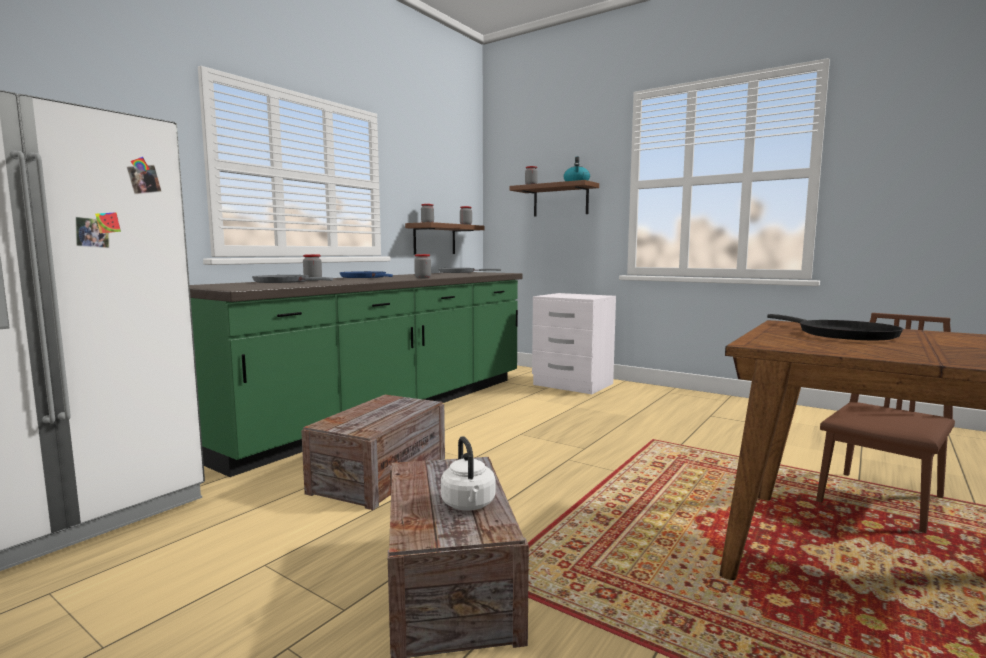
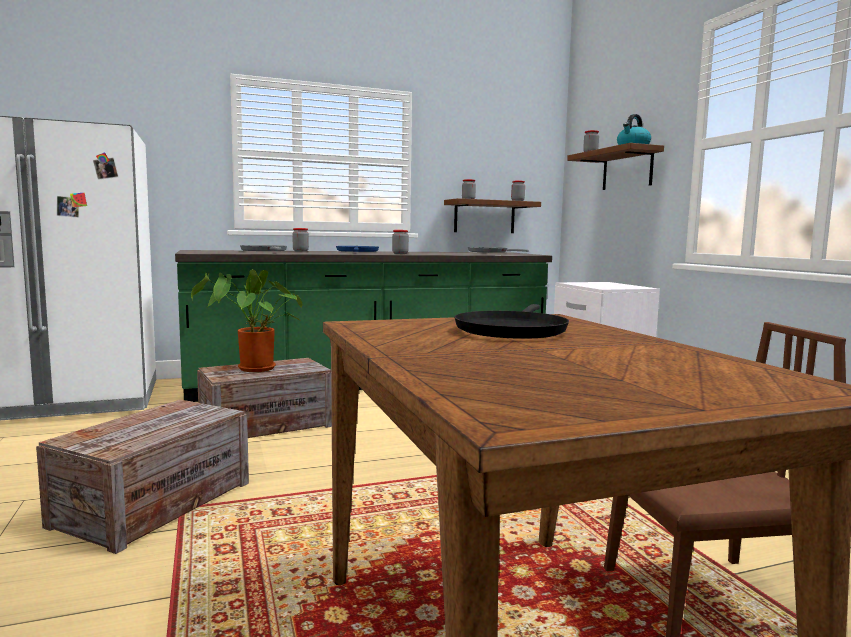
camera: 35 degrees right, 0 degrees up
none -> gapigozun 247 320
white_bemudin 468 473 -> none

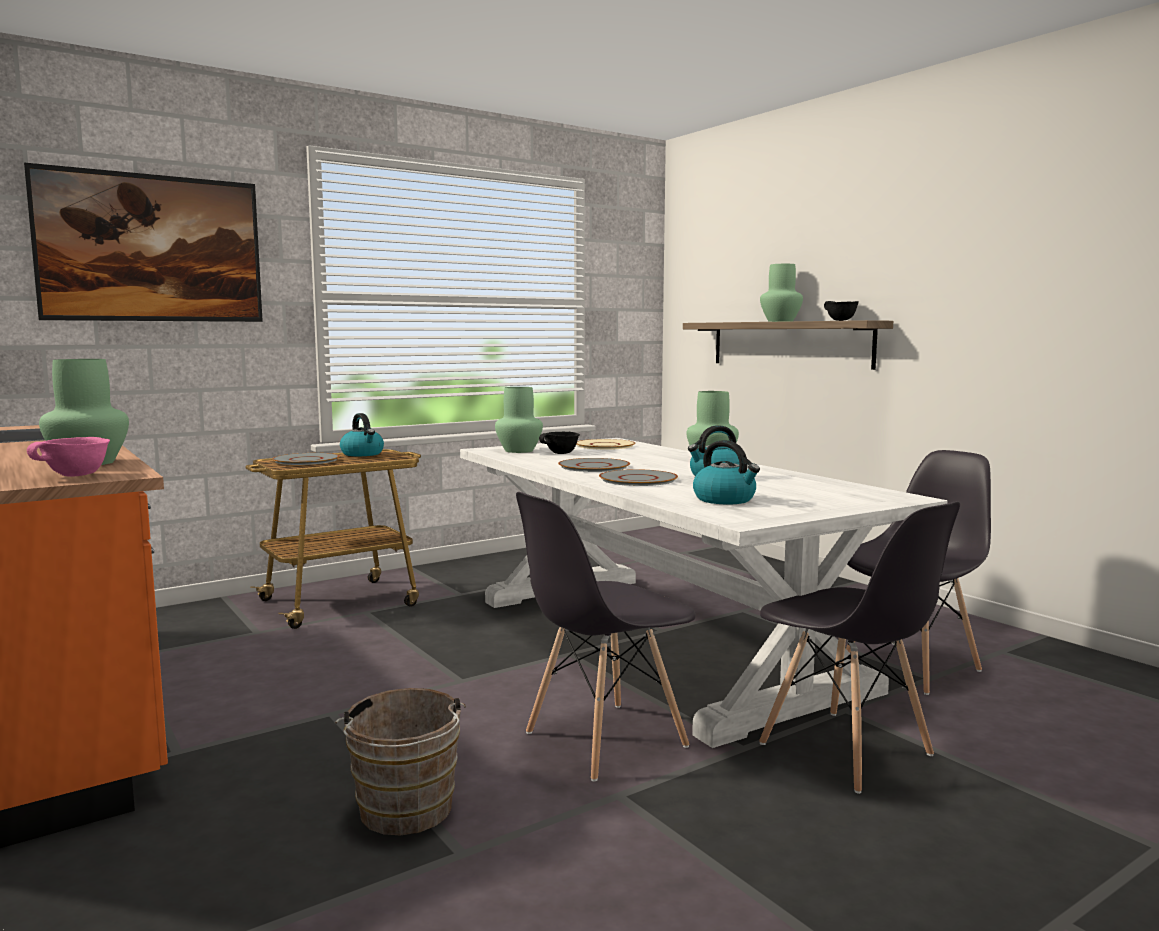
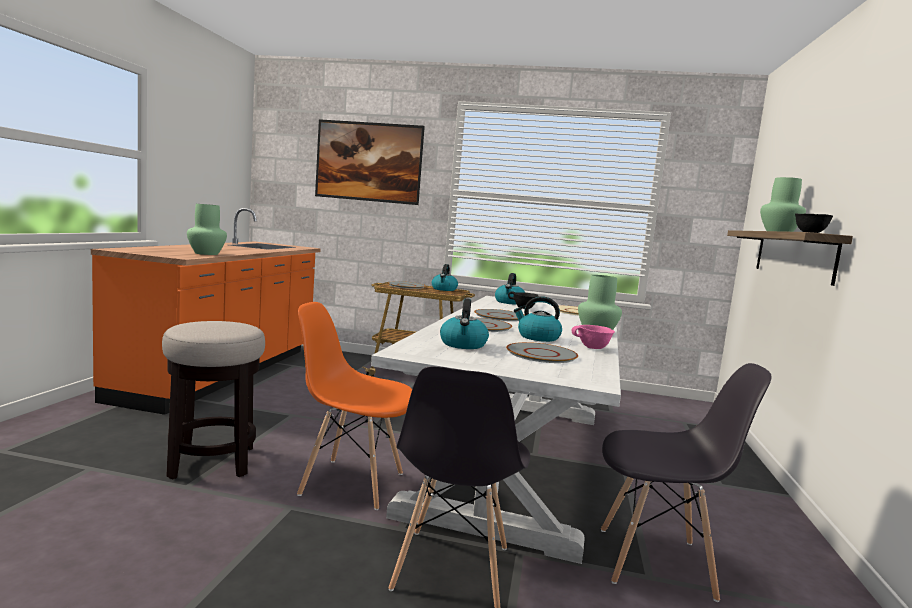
camera: 45 degrees right, 0 degrees up
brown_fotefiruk 400 761 -> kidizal 213 400
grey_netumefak 605 637 -> orange_netumefak 354 406
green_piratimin 519 420 -> bemudin 510 289
none -> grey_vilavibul 542 352
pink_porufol 68 456 -> pink_porufol 593 337, shifted

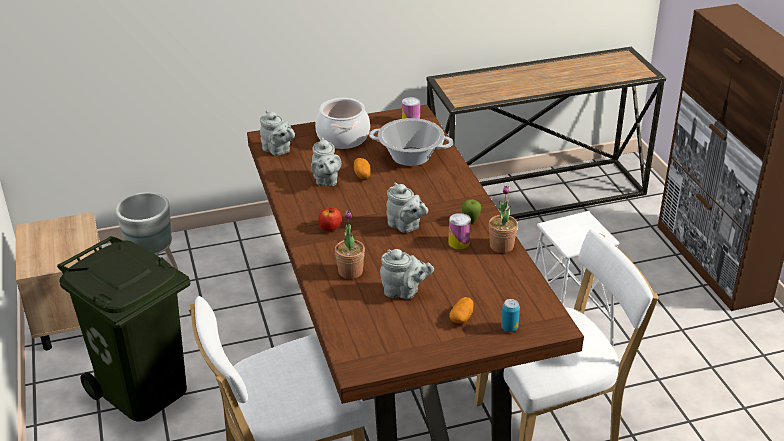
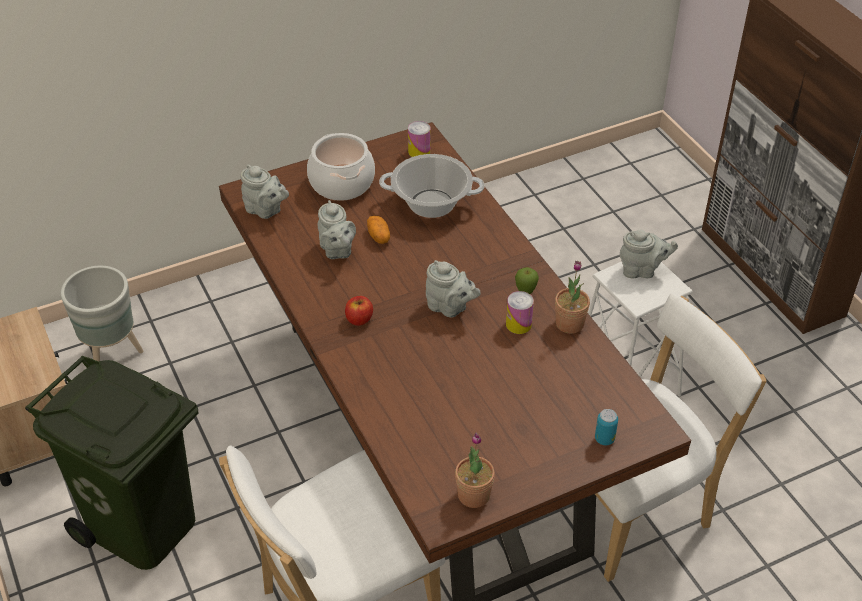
camera: 10 degrees left, 10 degrees up
gapigozun 350 244 -> gapigozun 475 470, shifted
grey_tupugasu 407 274 -> grey_tupugasu 649 254, shifted
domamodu 546 133 -> none
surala 461 310 -> none

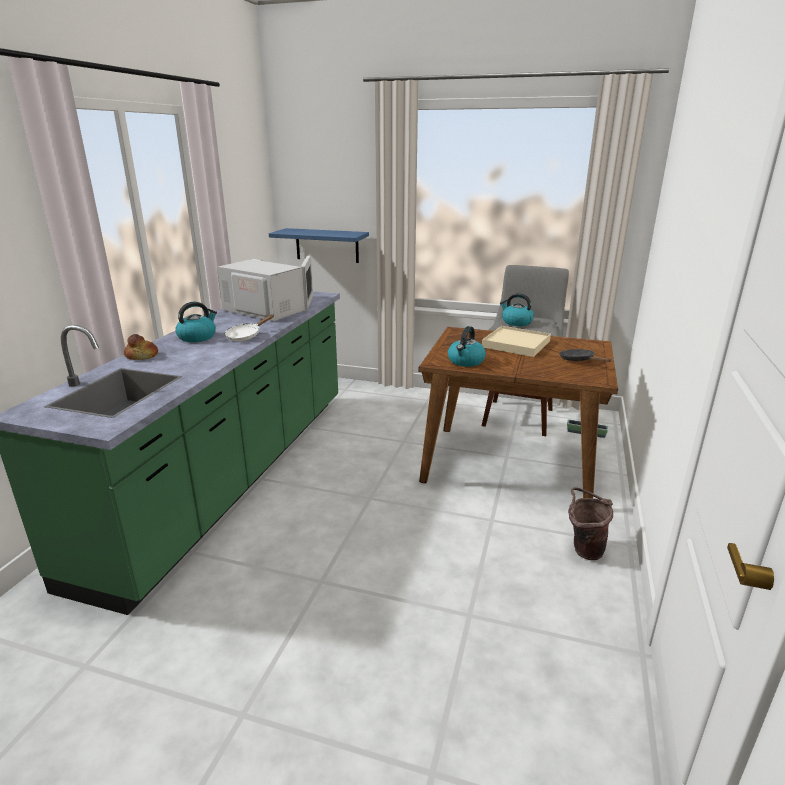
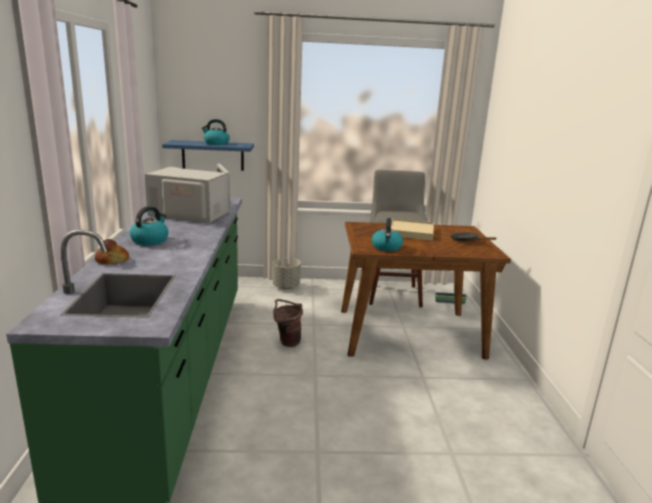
camera: 20 degrees left, 5 degrees down
bemudin 517 309 -> bemudin 216 132, shifted
none -> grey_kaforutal 286 273
brown_fotefiruk 590 523 -> brown_fotefiruk 288 323, shifted
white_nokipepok 249 328 -> none

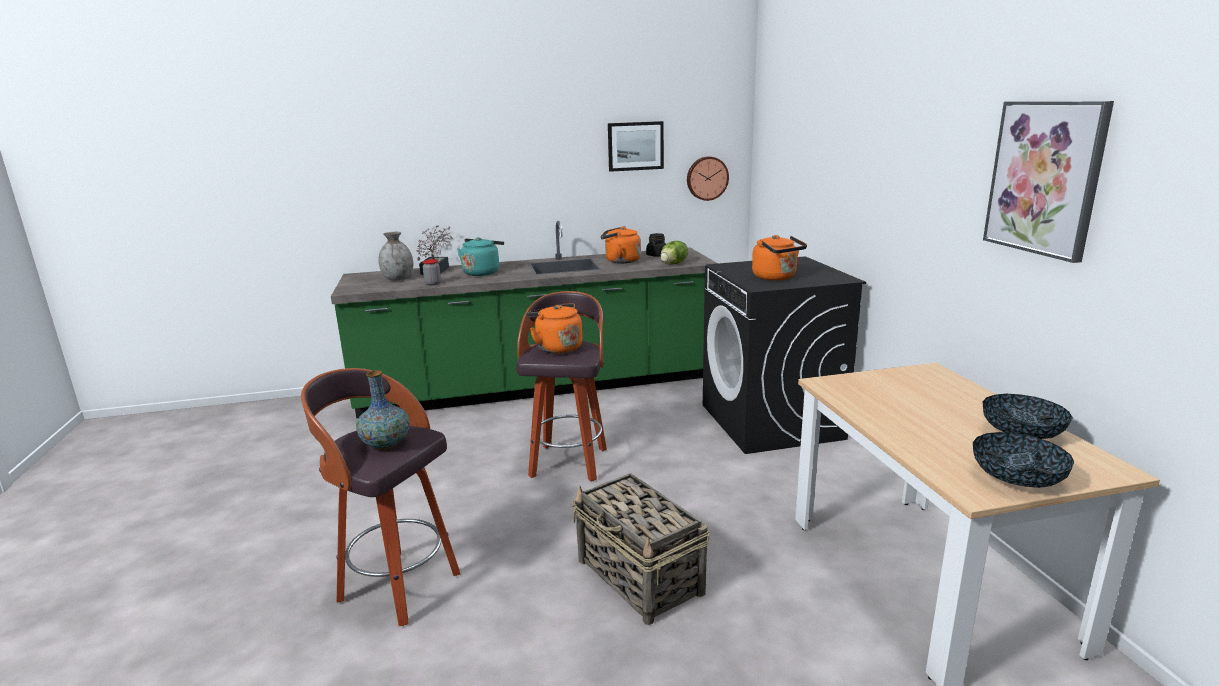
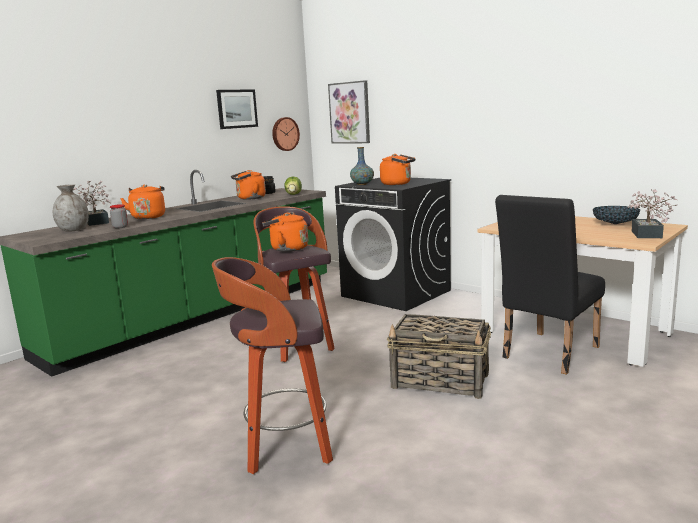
camera: 35 degrees left, 5 degrees down
turquoise_bemudin 480 256 -> orange_bemudin 142 202
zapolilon 1048 182 -> zapolilon 349 112, shifted
piratimin 383 409 -> piratimin 362 166, shifted
none -> black_netumefak 550 285
porufol 1023 460 -> gapigozun 652 213

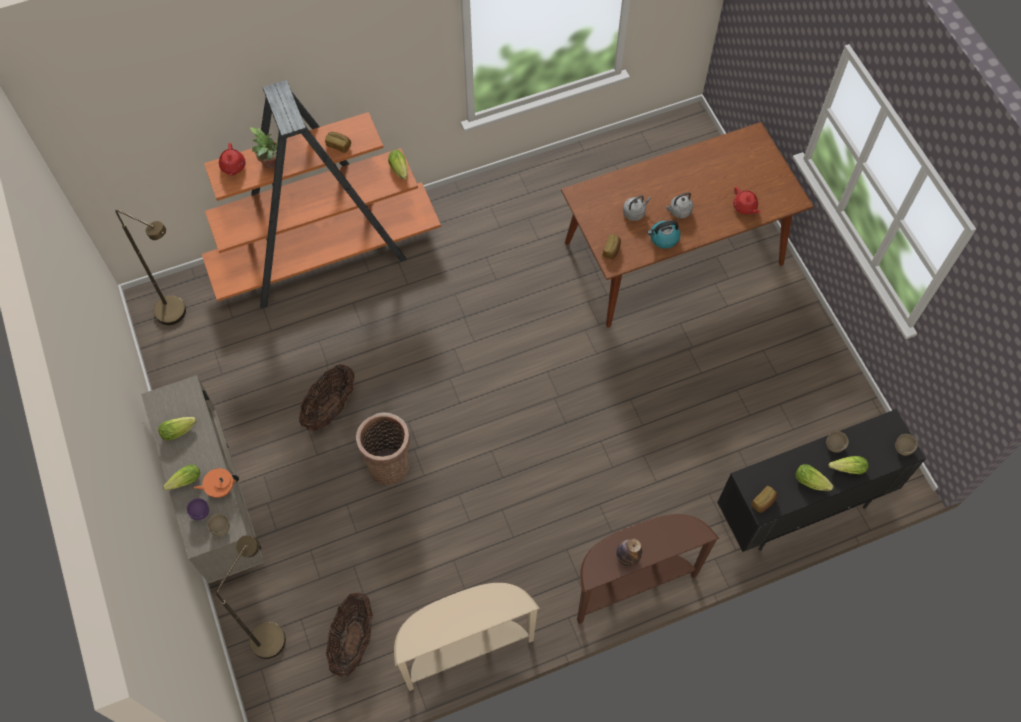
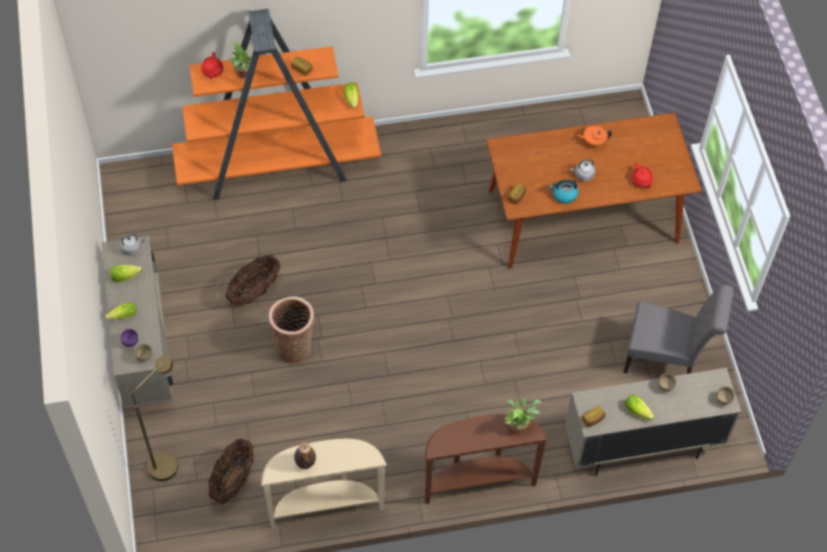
camera: 10 degrees right, 5 degrees down
grey_bemudin 637 208 -> grey_bemudin 133 245, shifted
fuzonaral 629 552 -> fuzonaral 305 455, shifted
none -> gapigozun 523 415
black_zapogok 821 480 -> beige_zapogok 653 421
orange_tupugasu 216 483 -> orange_tupugasu 594 136, shifted
none -> grey_netumefak 678 329
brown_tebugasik 150 267 -> none
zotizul 849 465 -> none

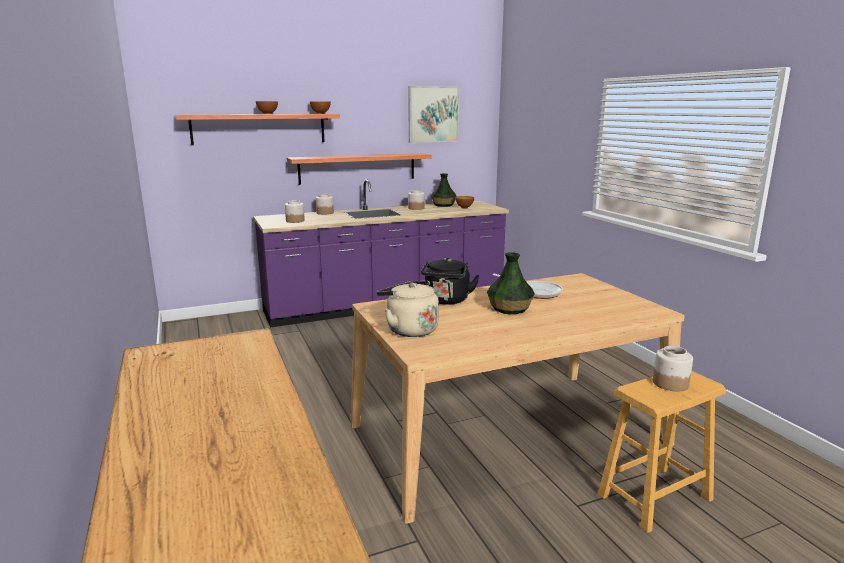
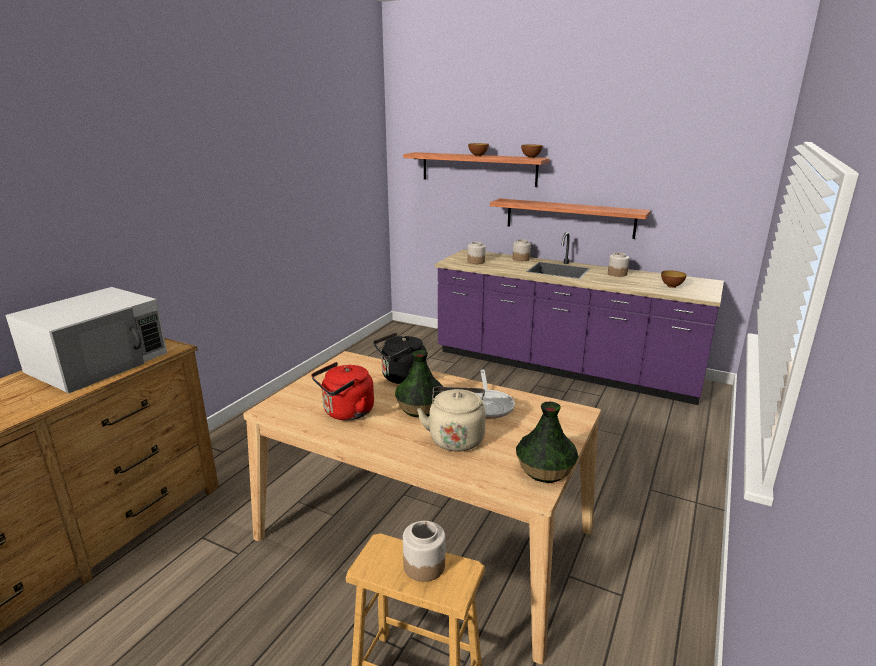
camera: 50 degrees right, 5 degrees up
none -> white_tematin 86 340
none -> red_bemudin 342 391
beige_bemudin 408 309 -> beige_bemudin 451 419, shifted
piratimin 444 190 -> piratimin 547 442, shifted
zapolilon 433 114 -> none

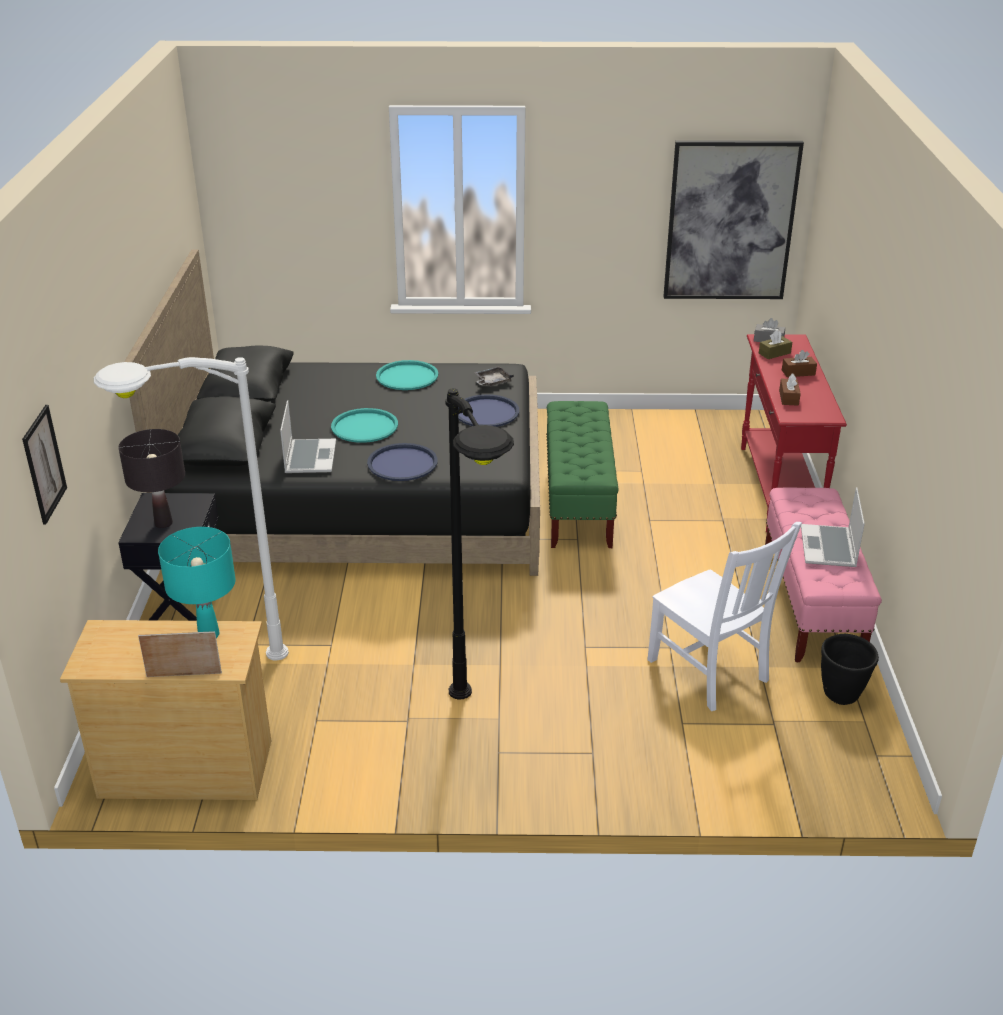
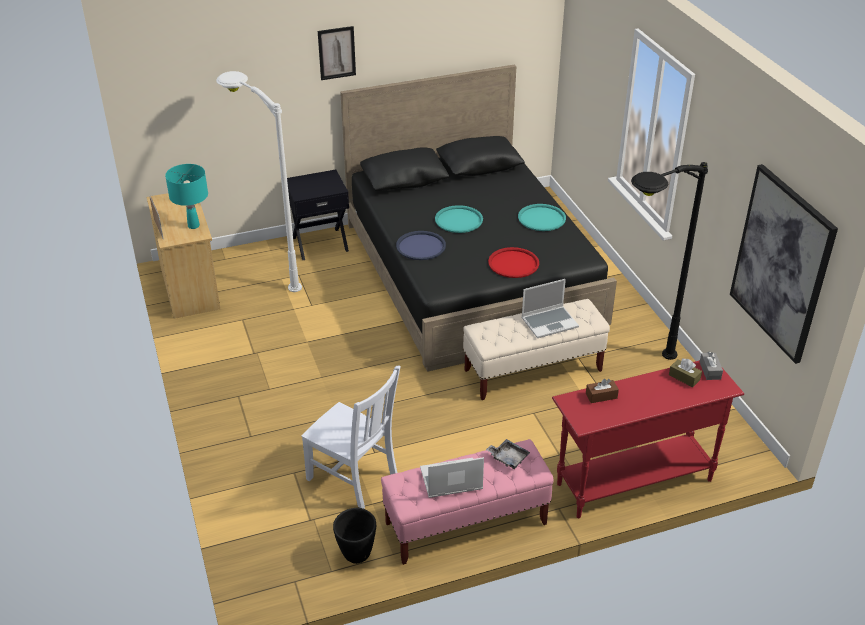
camera: 70 degrees right, 5 degrees up
white_netumefak 724 616 -> white_netumefak 351 437, 90 degrees counterclockwise
zapolilon 44 465 -> zapolilon 337 53, shifted
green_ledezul 582 474 -> beige_ledezul 536 349
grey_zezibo 494 376 -> grey_zezibo 508 454, shifted
blue_zezibo 488 410 -> red_zezibo 513 262
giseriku 308 436 -> giseriku 550 308, shifted
black_tebugasik 479 544 -> black_tebugasik 669 261, shifted
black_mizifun 151 478 -> none
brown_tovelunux 799 363 -> none

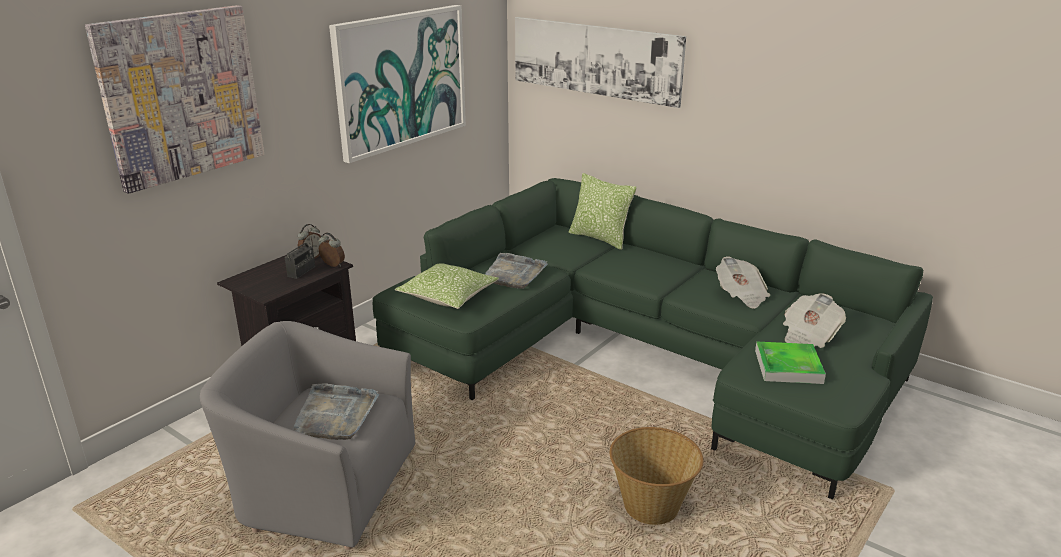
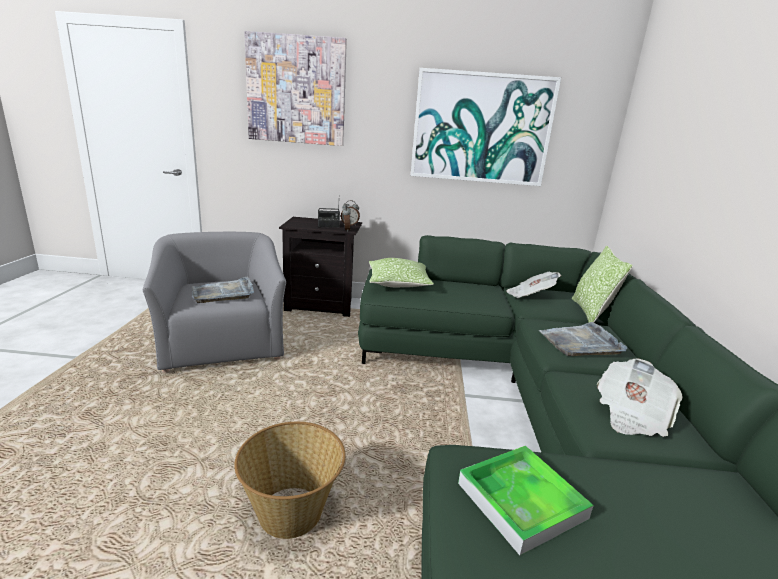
camera: 55 degrees right, 5 degrees down
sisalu 814 320 -> sisalu 533 285, shifted
grey_zezibo 516 271 -> grey_zezibo 583 339, shifted
zapolilon 600 62 -> none

